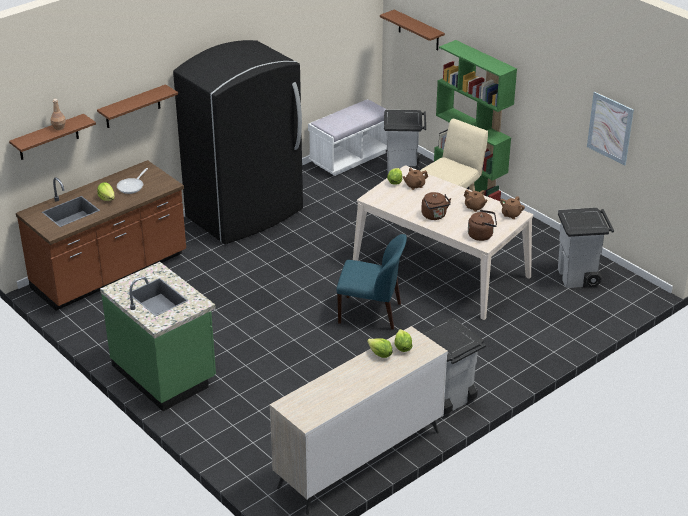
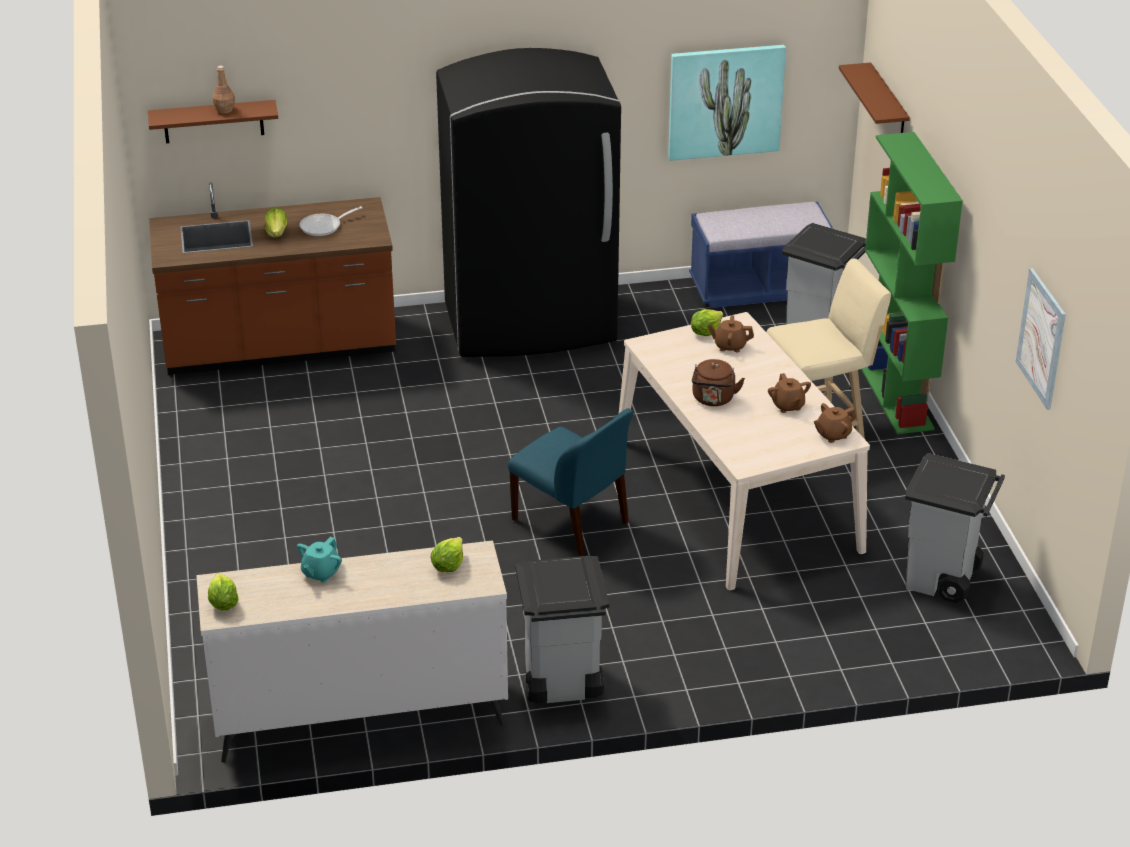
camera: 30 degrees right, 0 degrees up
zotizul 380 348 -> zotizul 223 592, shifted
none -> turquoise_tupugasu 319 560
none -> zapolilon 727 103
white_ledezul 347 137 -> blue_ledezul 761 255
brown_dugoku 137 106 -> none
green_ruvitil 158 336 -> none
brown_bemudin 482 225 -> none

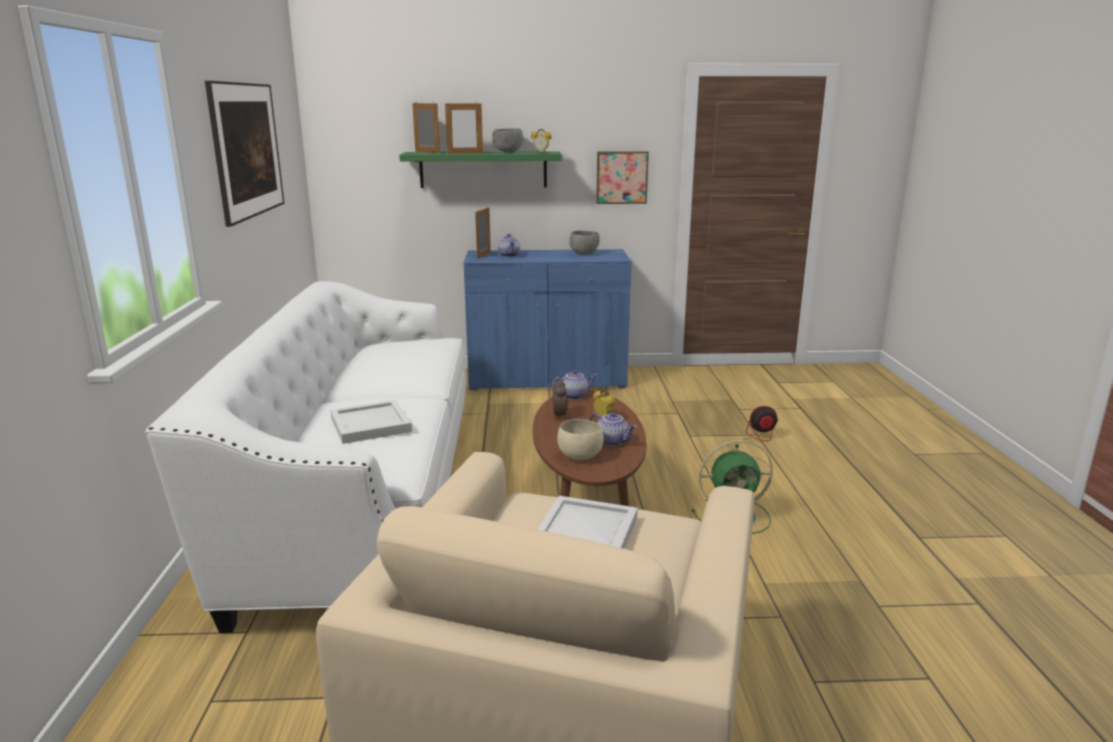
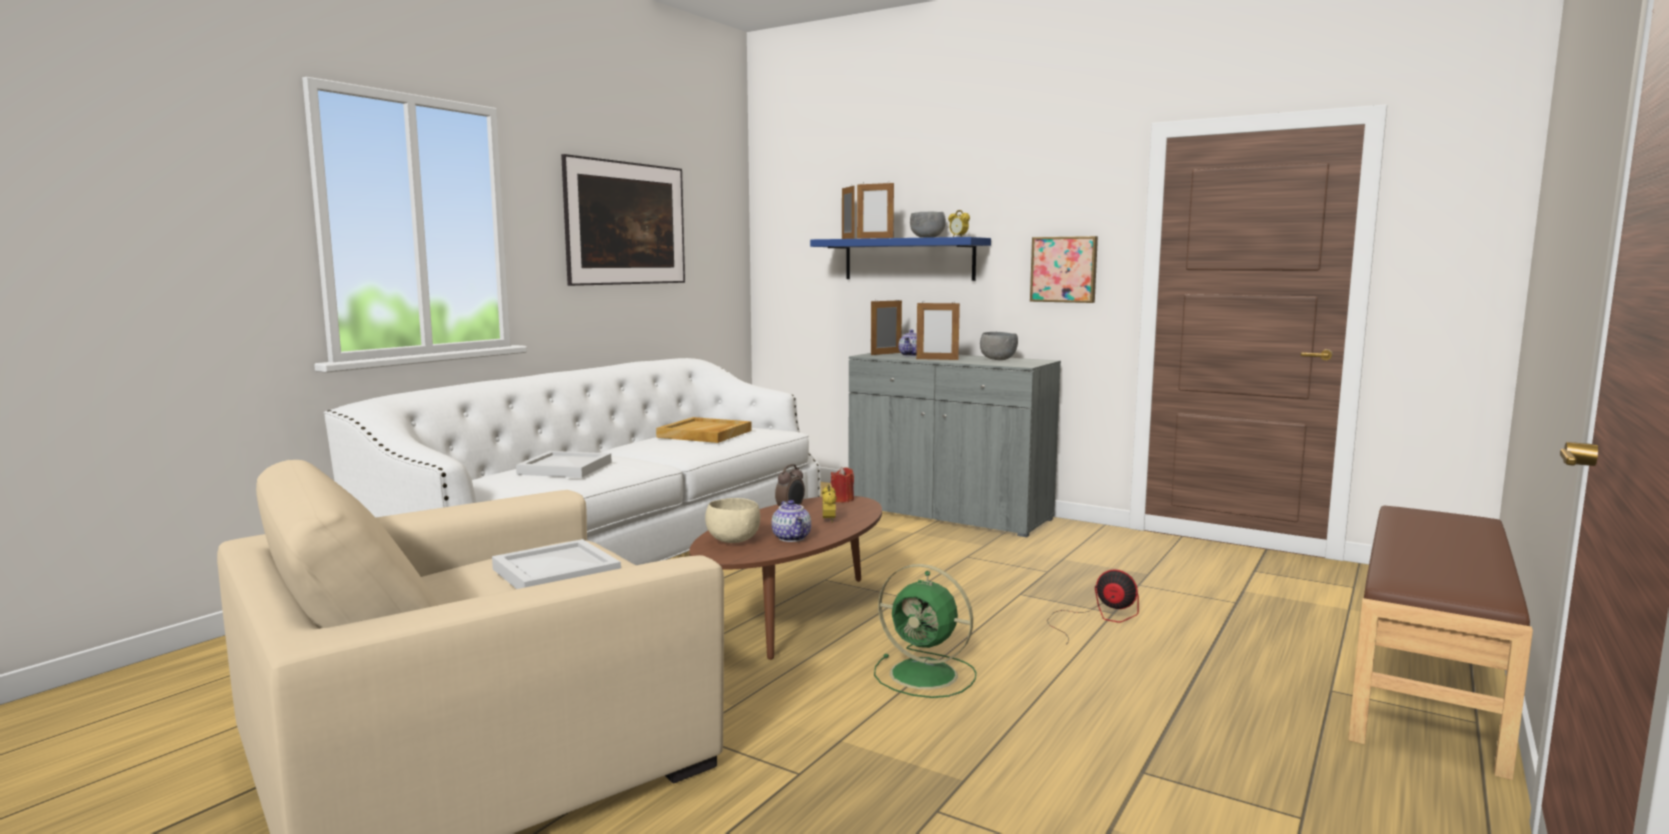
camera: 35 degrees right, 10 degrees down
none -> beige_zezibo 704 430
green_dugoku 480 170 -> blue_dugoku 900 259
tupugasu 574 385 -> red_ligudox 842 484
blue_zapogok 547 320 -> grey_zapogok 954 445
none -> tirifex 938 330
none -> brown_ledezul 1440 643

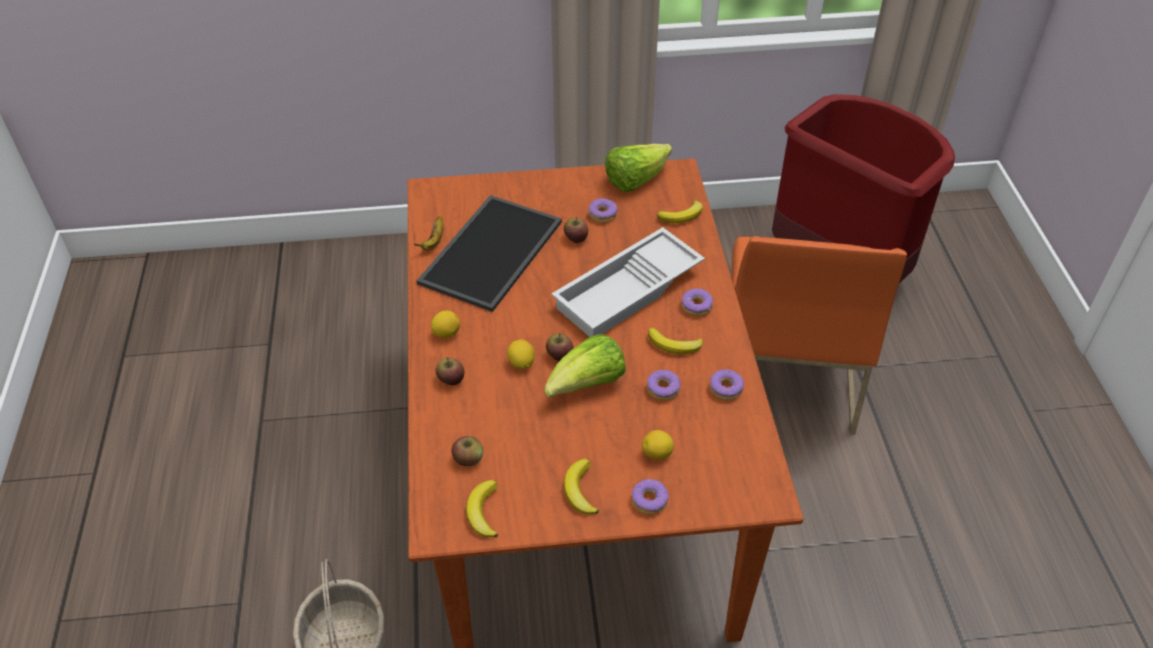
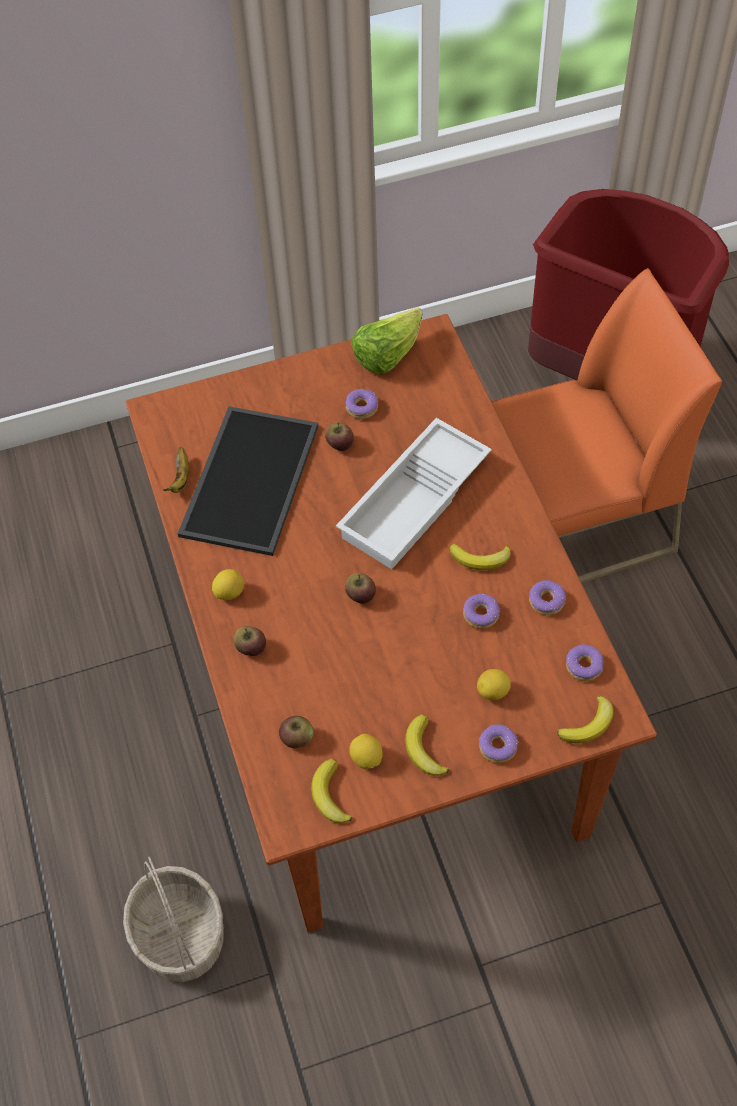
camera: 10 degrees left, 10 degrees up
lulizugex 521 354 -> lulizugex 365 751, shifted
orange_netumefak 819 335 -> orange_netumefak 606 425, 105 degrees counterclockwise
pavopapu 680 211 -> pavopapu 585 719, shifted
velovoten 697 302 -> velovoten 585 662, shifted
zotizul 585 366 -> none

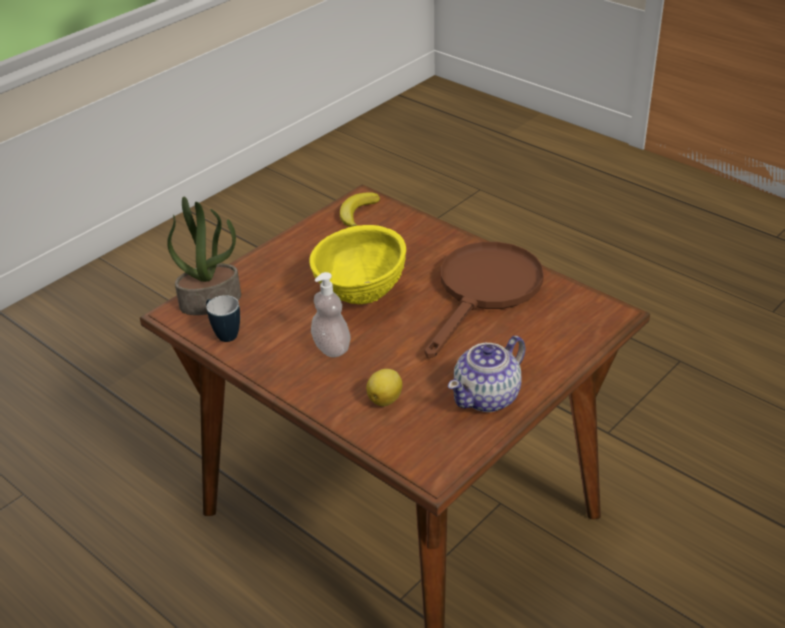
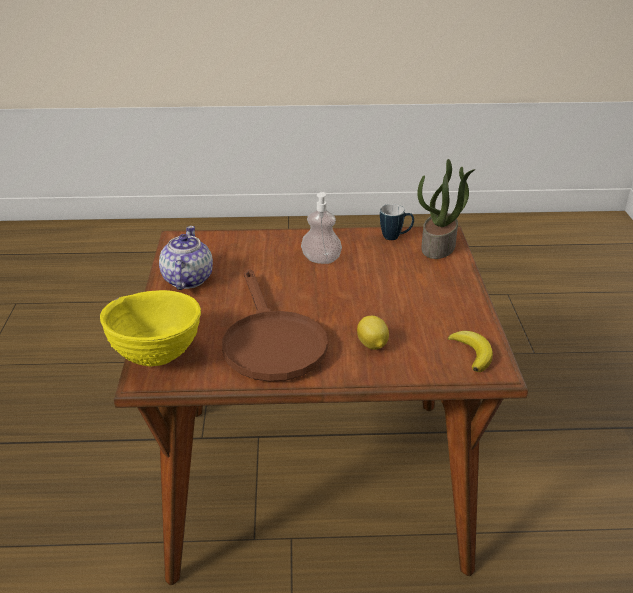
camera: 135 degrees right, 5 degrees down
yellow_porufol 357 265 -> yellow_porufol 150 328, shifted
lulizugex 384 387 -> lulizugex 373 333, shifted

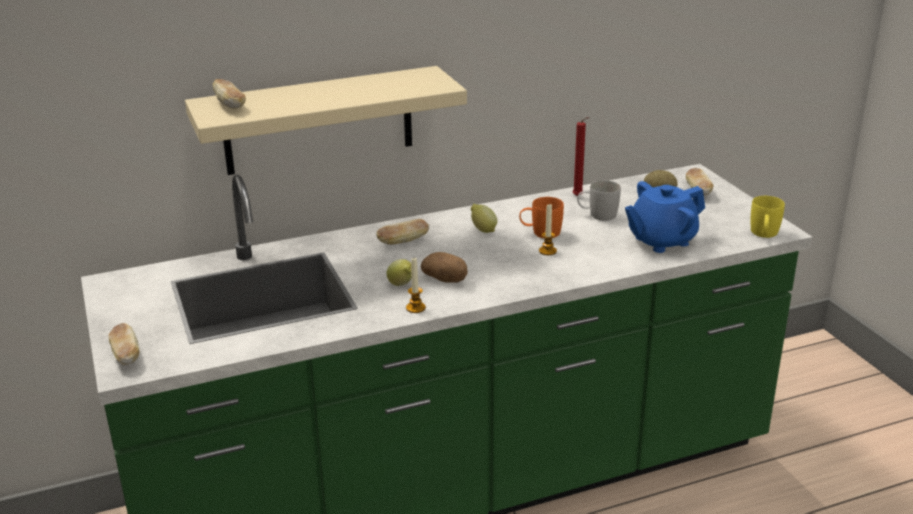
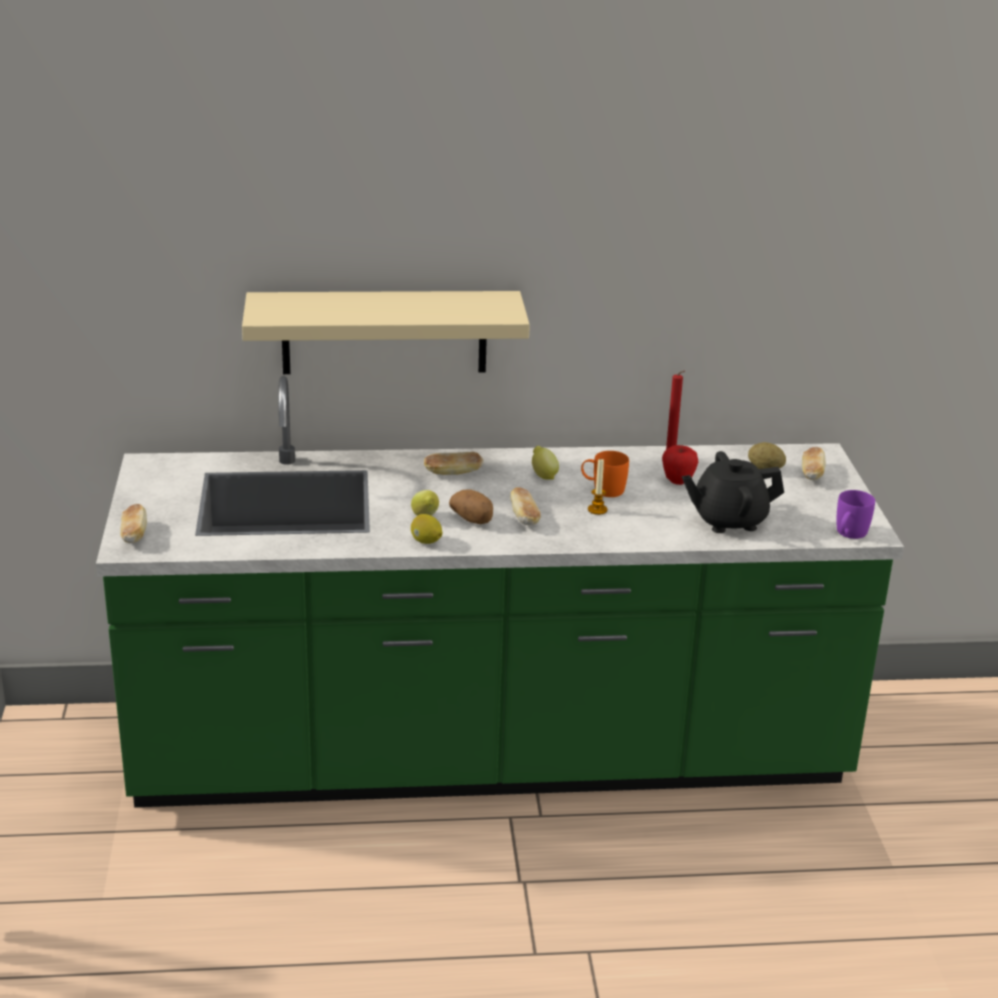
camera: 15 degrees right, 0 degrees up
ligudox 416 285 -> lulizugex 426 529
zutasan 229 94 -> zutasan 525 506, shifted
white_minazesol 599 200 -> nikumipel 680 465
blue_tupugasu 665 217 -> black_tupugasu 733 492
yellow_minazesol 768 217 -> purple_minazesol 856 514

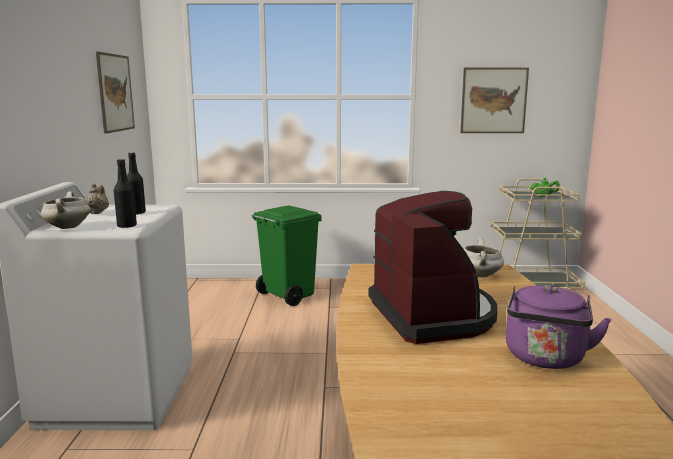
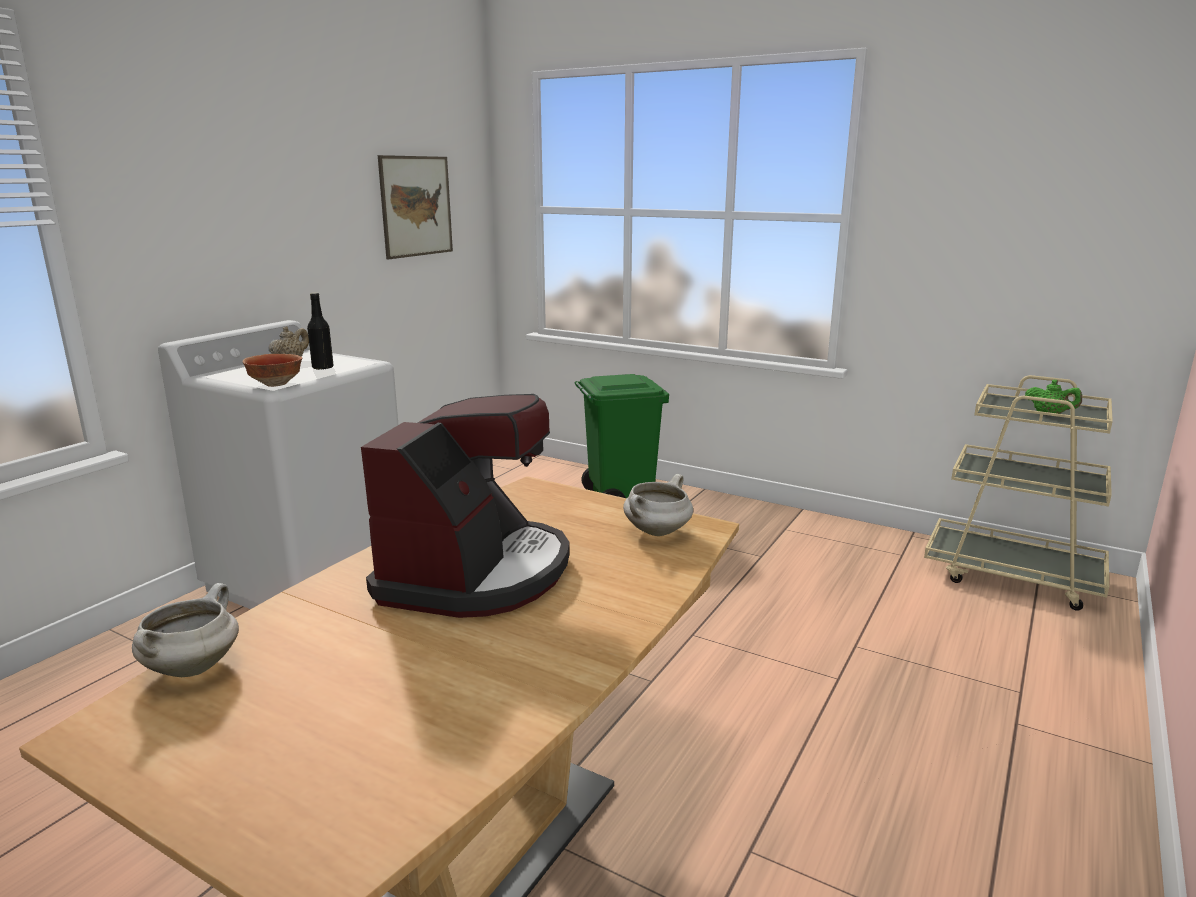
camera: 30 degrees right, 5 degrees up
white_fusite 65 210 -> white_fusite 185 630, shifted
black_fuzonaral 125 193 -> porufol 272 370
zapolilon 494 100 -> none
purple_bemudin 558 327 -> none

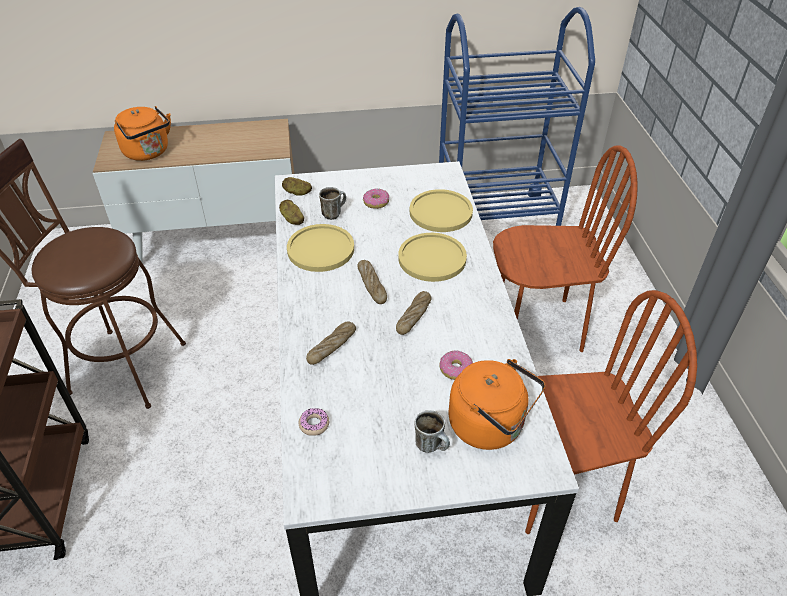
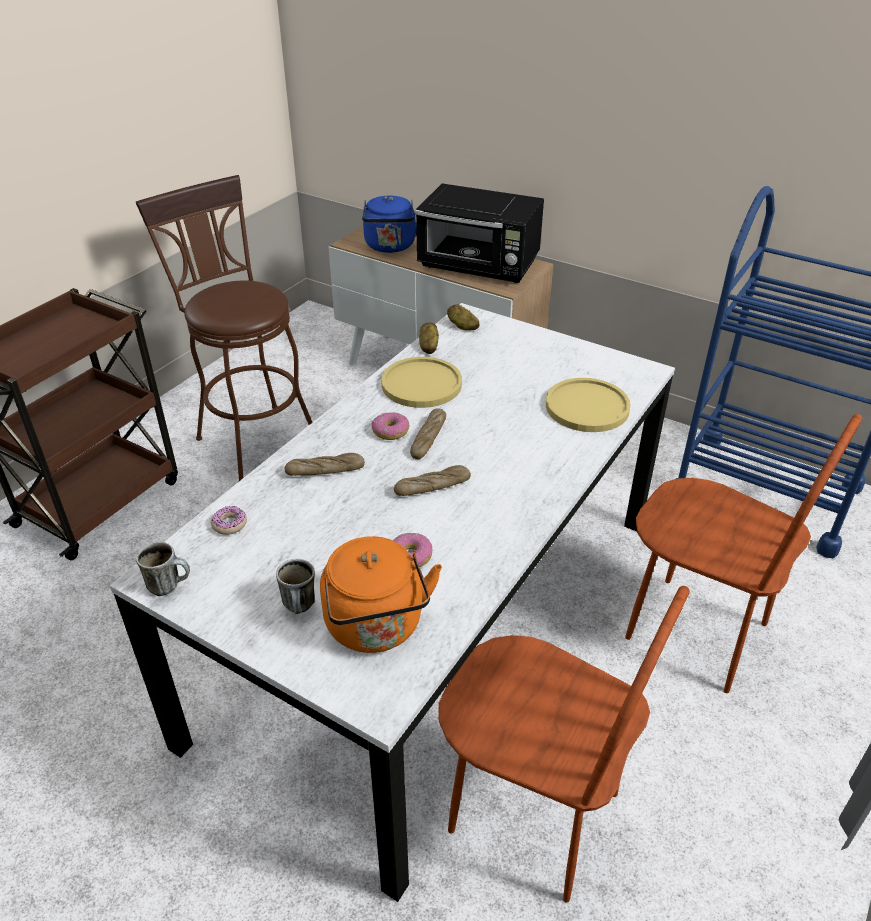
camera: 40 degrees right, 5 degrees down
minazesol 332 203 -> minazesol 163 569, shifted
orange_bemudin 142 133 -> blue_bemudin 389 224
velovoten 376 198 -> velovoten 390 426, shifted
none -> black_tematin 479 233
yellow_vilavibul 432 257 -> none

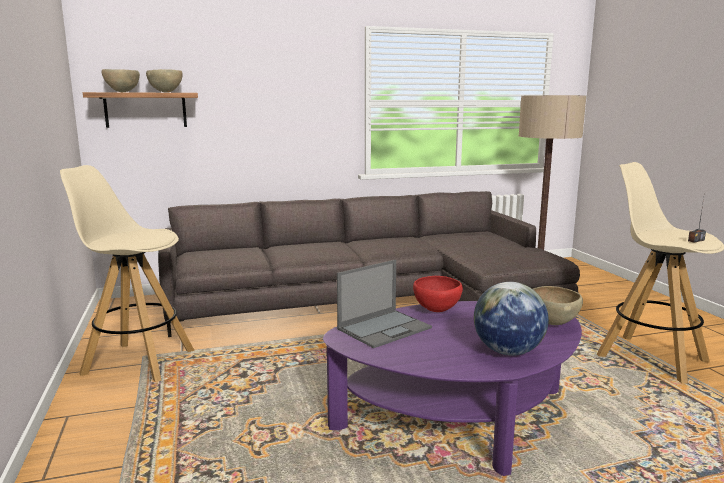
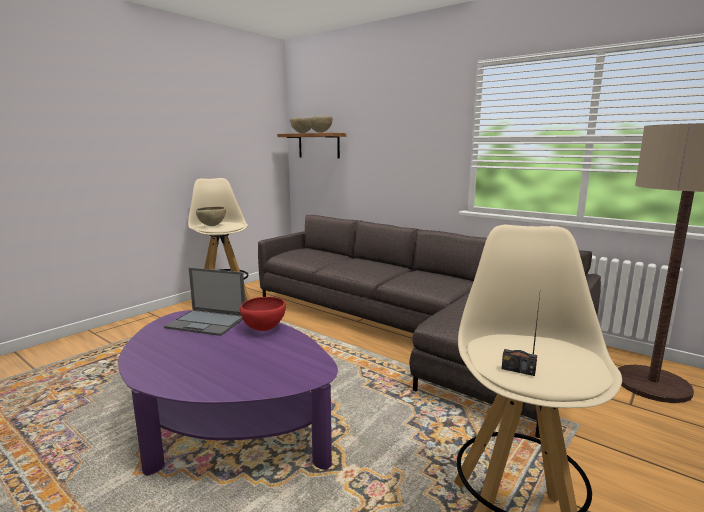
camera: 55 degrees right, 0 degrees up
brown_porufol 558 305 -> brown_porufol 211 216, shifted
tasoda 511 319 -> none

